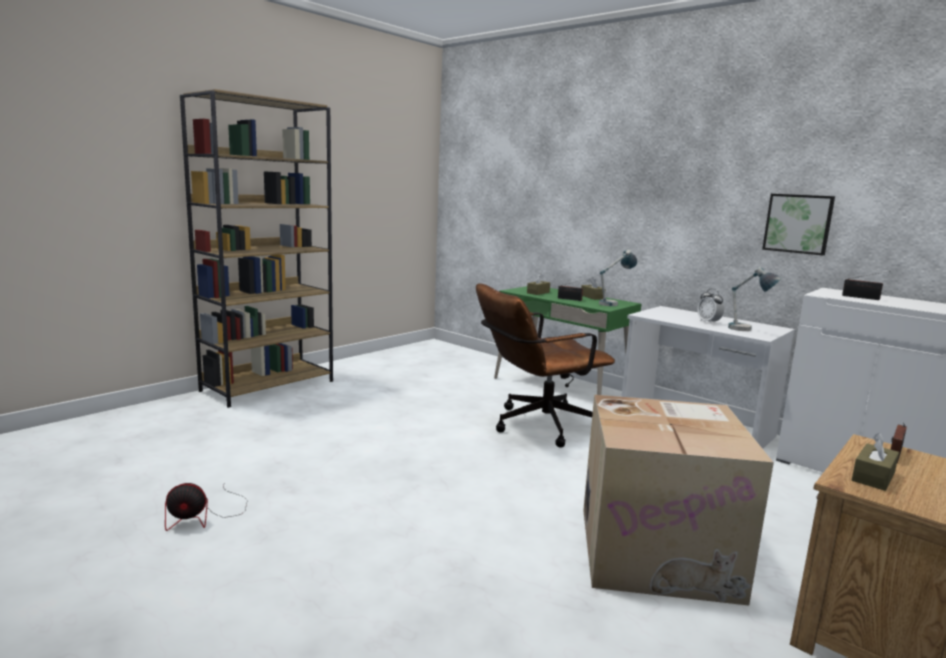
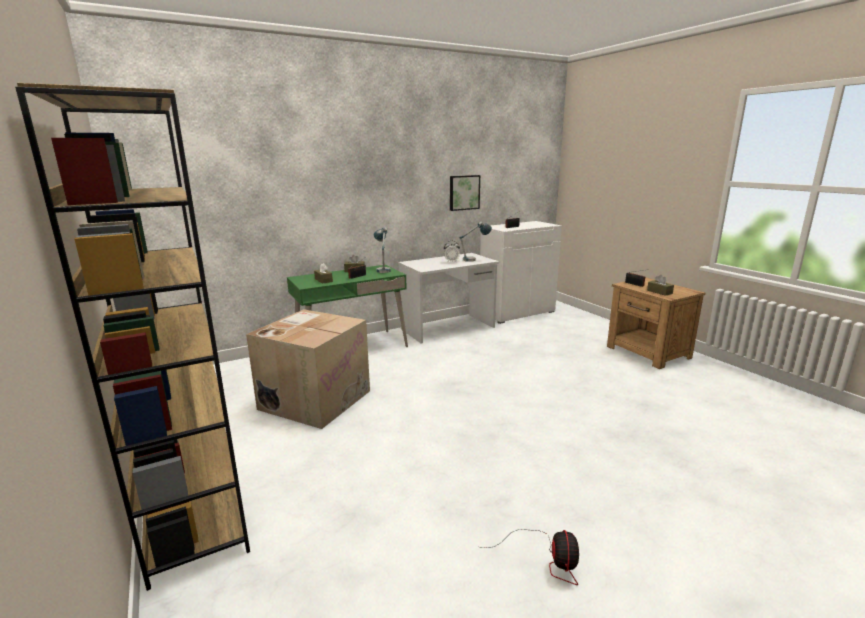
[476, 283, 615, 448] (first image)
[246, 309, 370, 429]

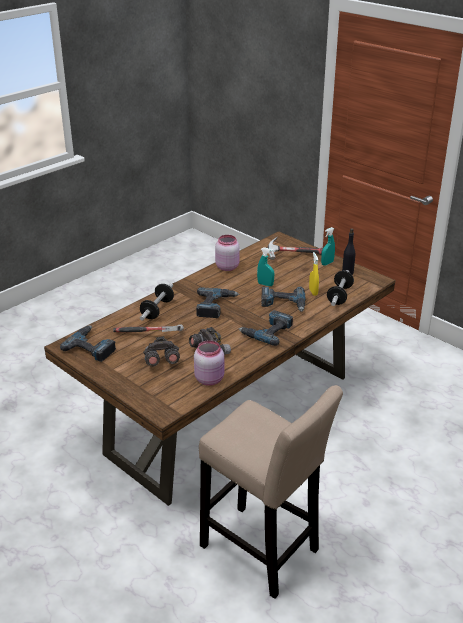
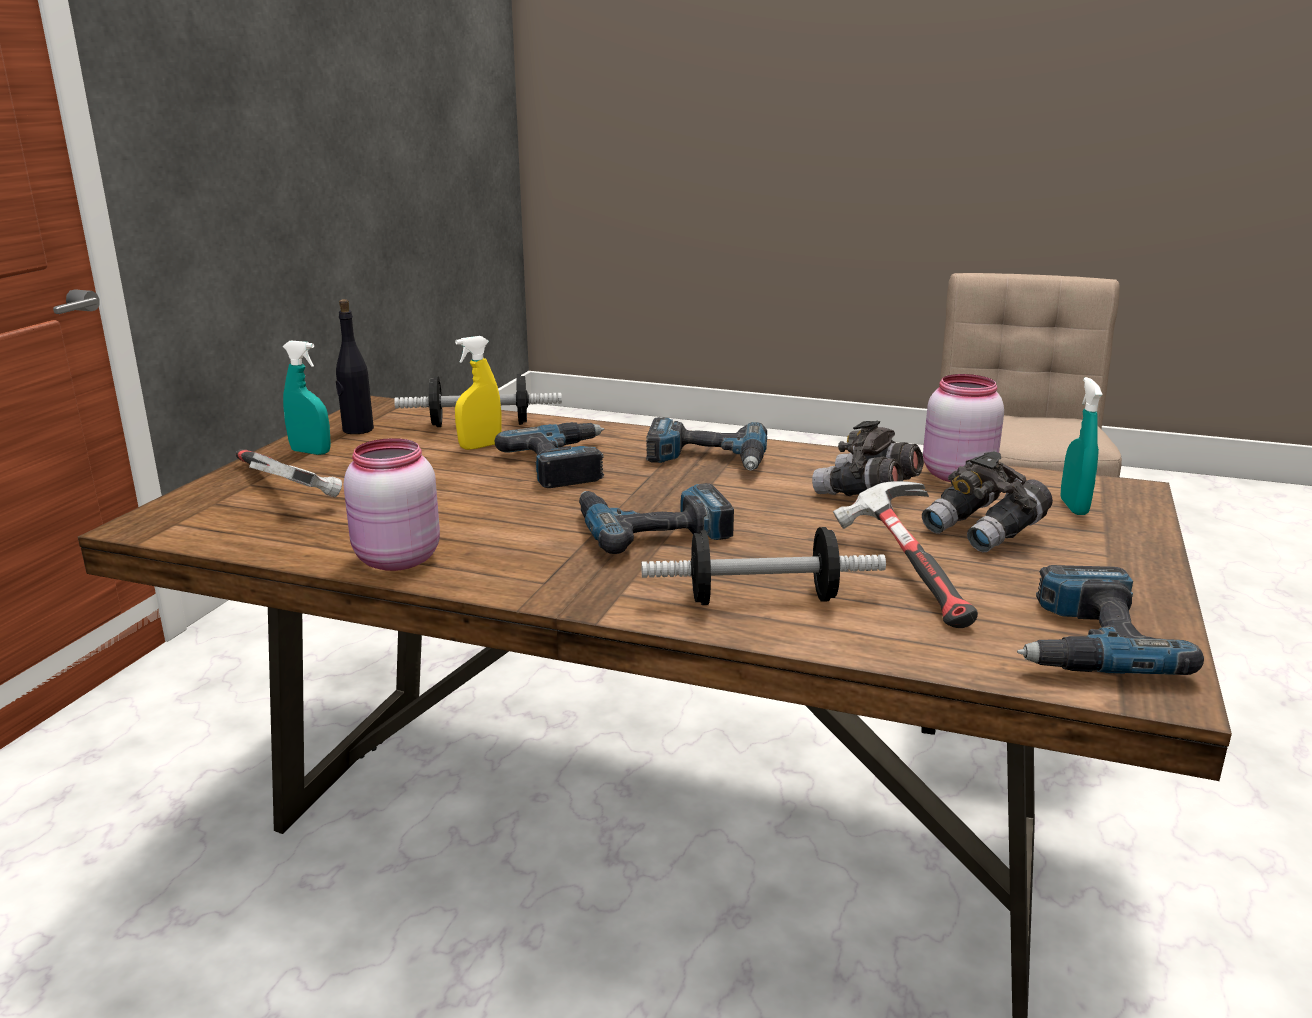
[1060, 377, 1102, 515]

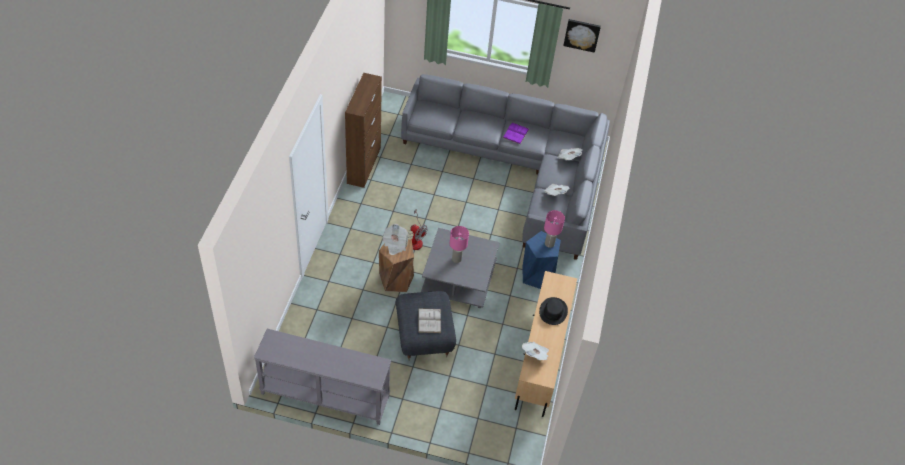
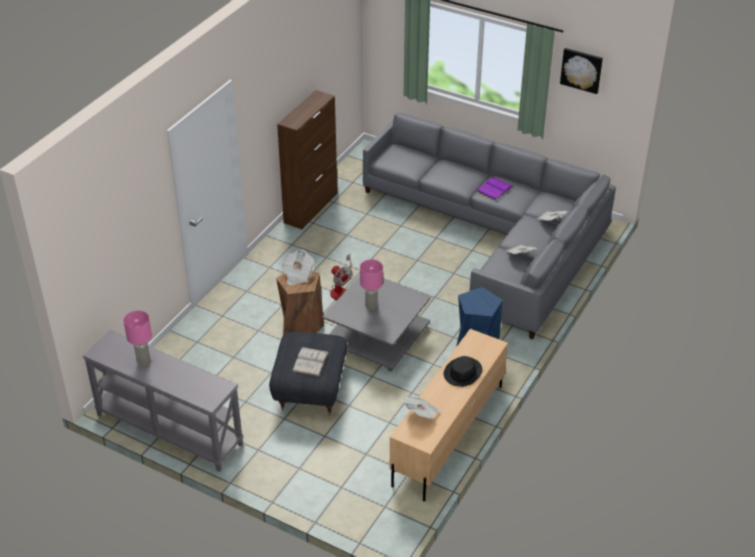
[123, 311, 152, 365]

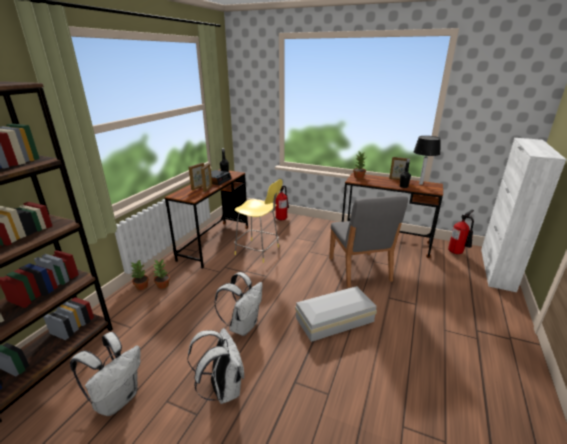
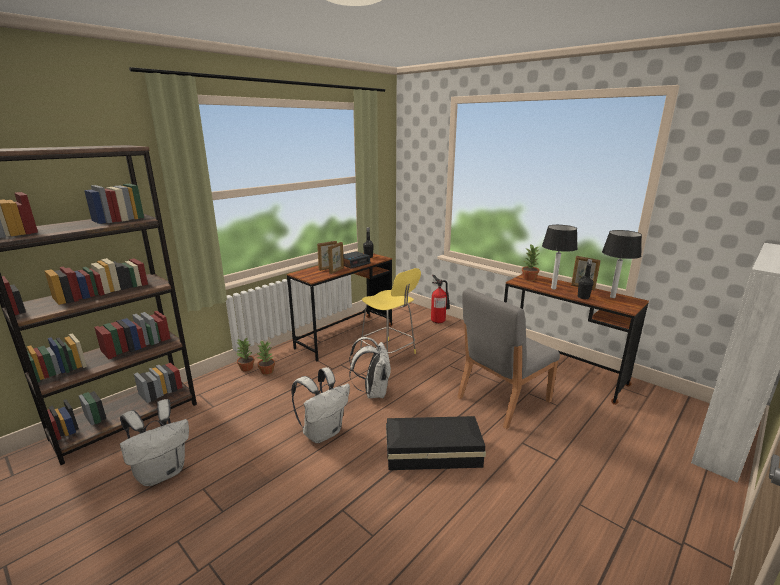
[349, 337, 391, 398]
[386, 416, 486, 470]
[457, 289, 560, 429]
[448, 210, 474, 254] (first image)
[542, 225, 578, 289]

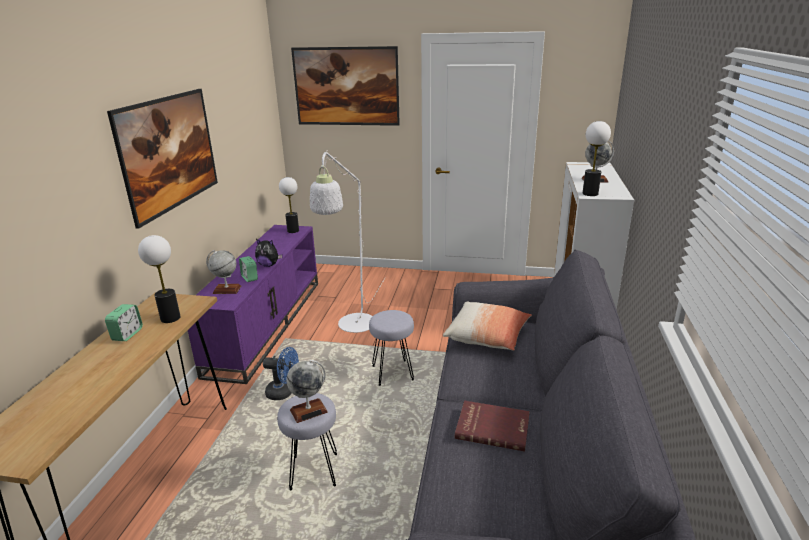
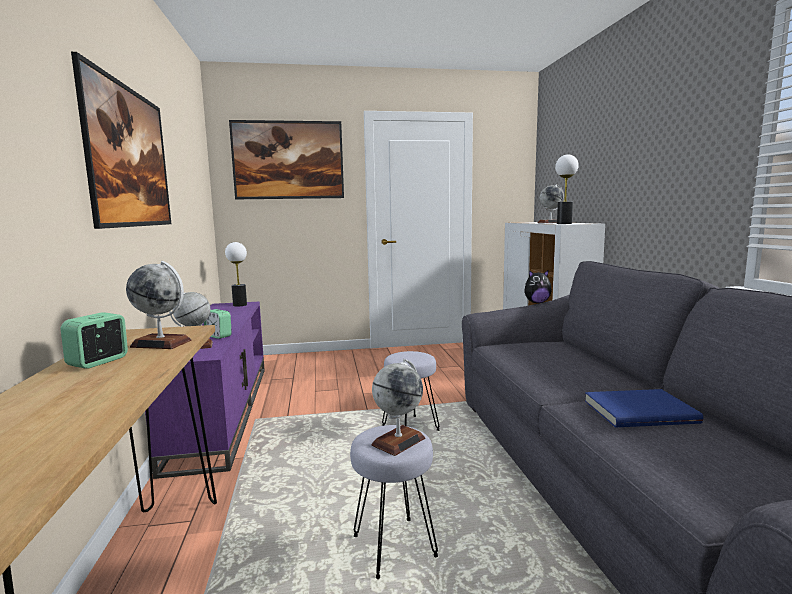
[61, 312, 128, 369]
[126, 261, 191, 349]
[524, 270, 552, 303]
[263, 347, 299, 400] (first image)
[310, 150, 386, 333] (first image)
[443, 301, 532, 351] (first image)
[585, 389, 703, 428]

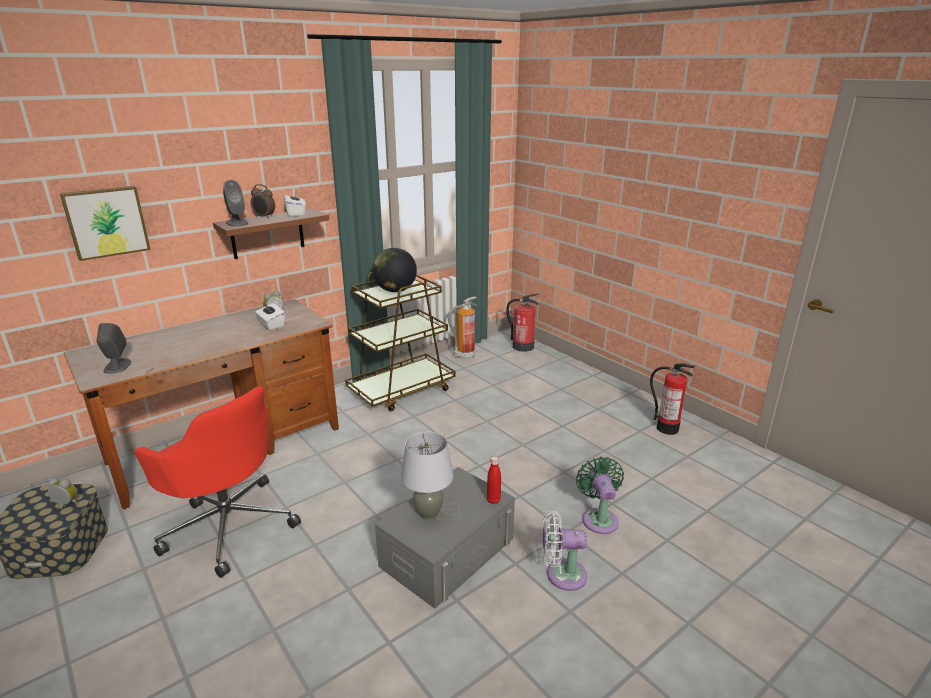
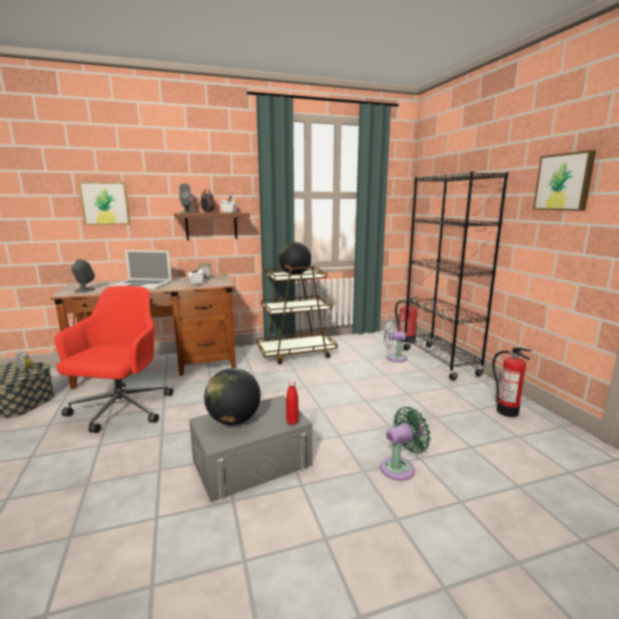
[55, 286, 173, 433]
[204, 368, 261, 425]
[448, 296, 478, 359] (first image)
[383, 322, 407, 362]
[380, 407, 431, 481]
[109, 250, 172, 289]
[403, 172, 508, 380]
[533, 150, 596, 211]

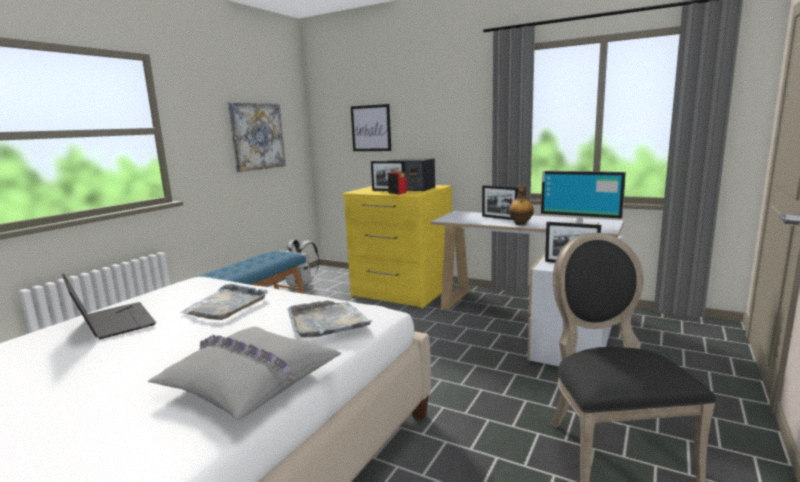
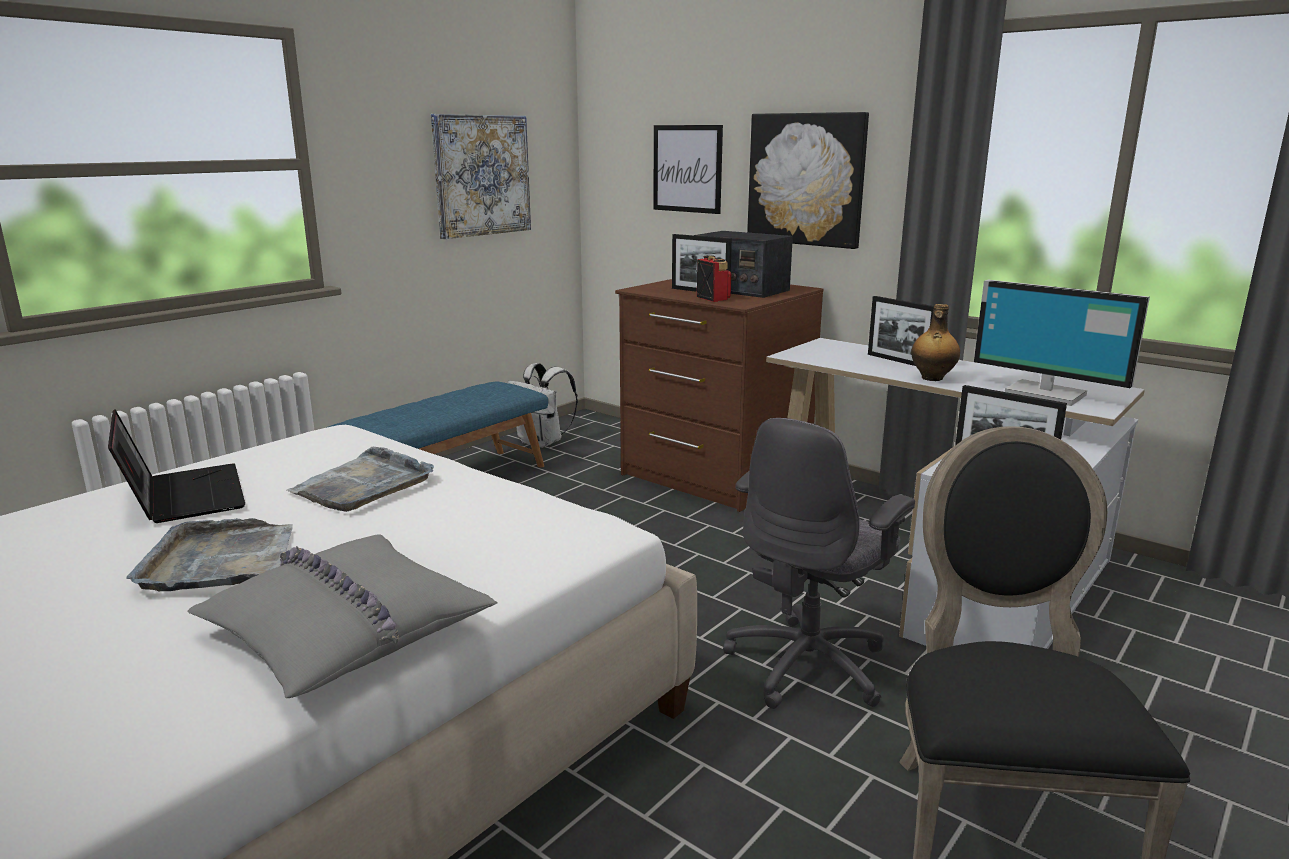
[126, 518, 293, 591]
[615, 279, 824, 512]
[723, 418, 915, 709]
[747, 112, 869, 249]

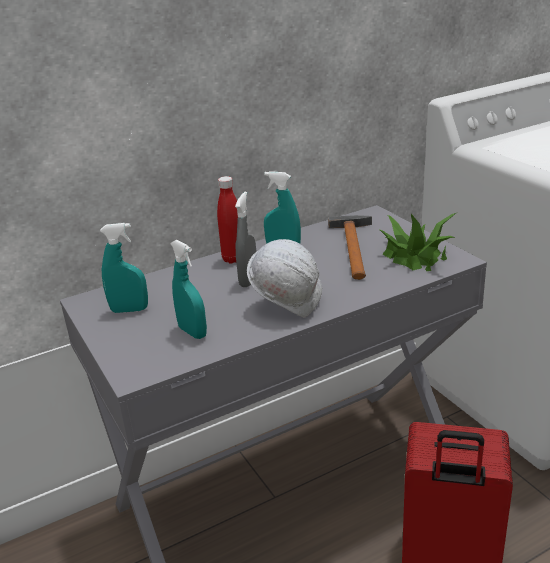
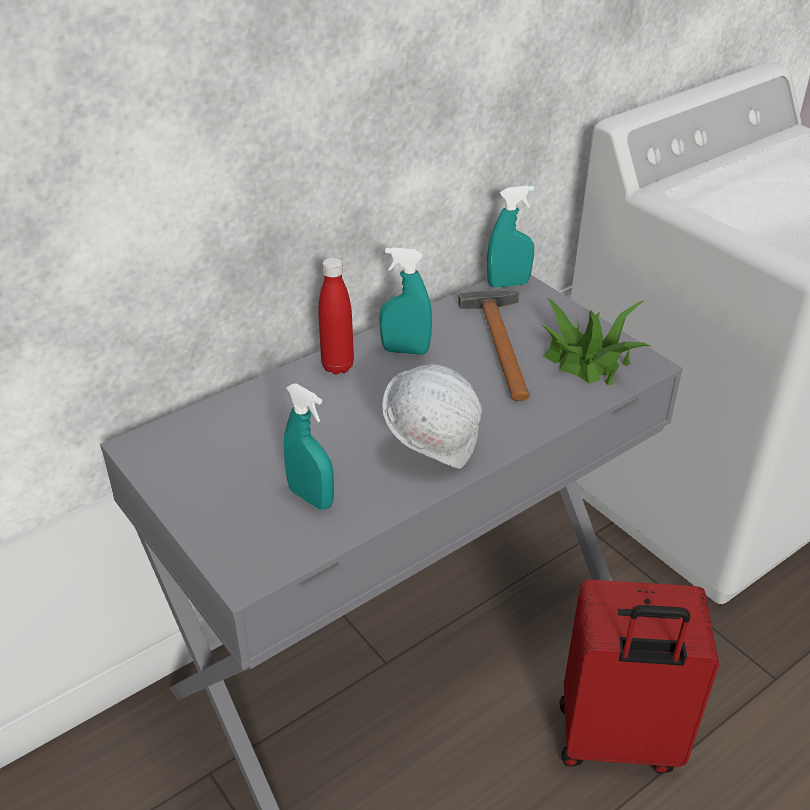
[487, 185, 534, 288]
[235, 192, 257, 287] (first image)

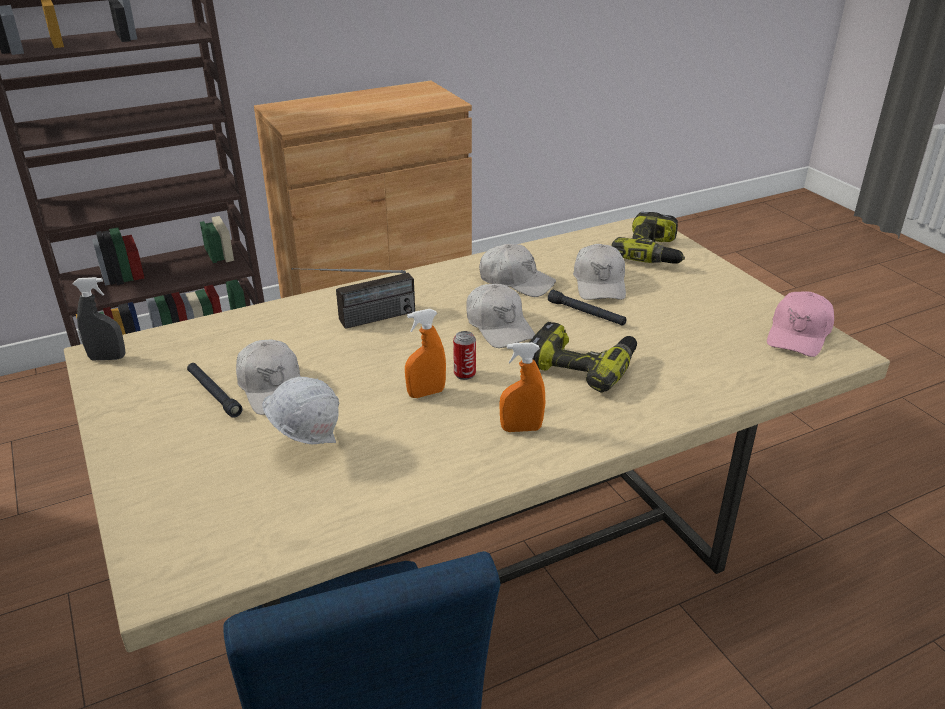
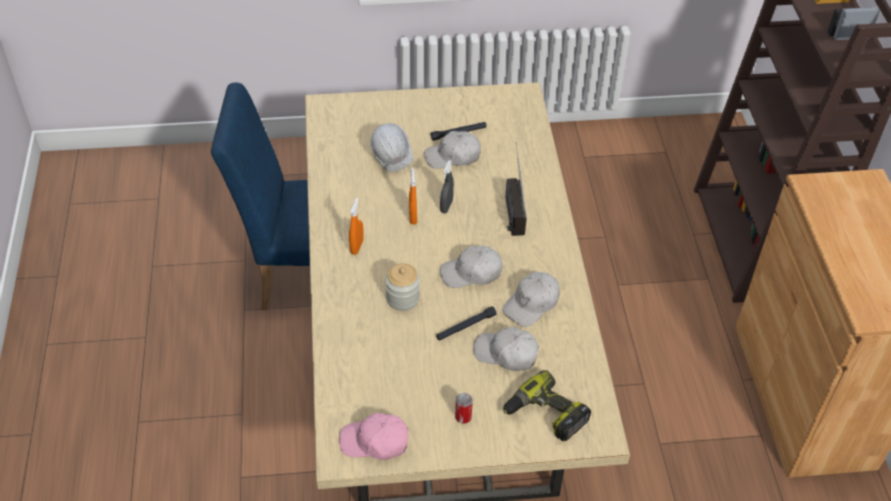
[440, 160, 454, 213]
[455, 393, 473, 424]
[385, 263, 420, 311]
[339, 413, 409, 460]

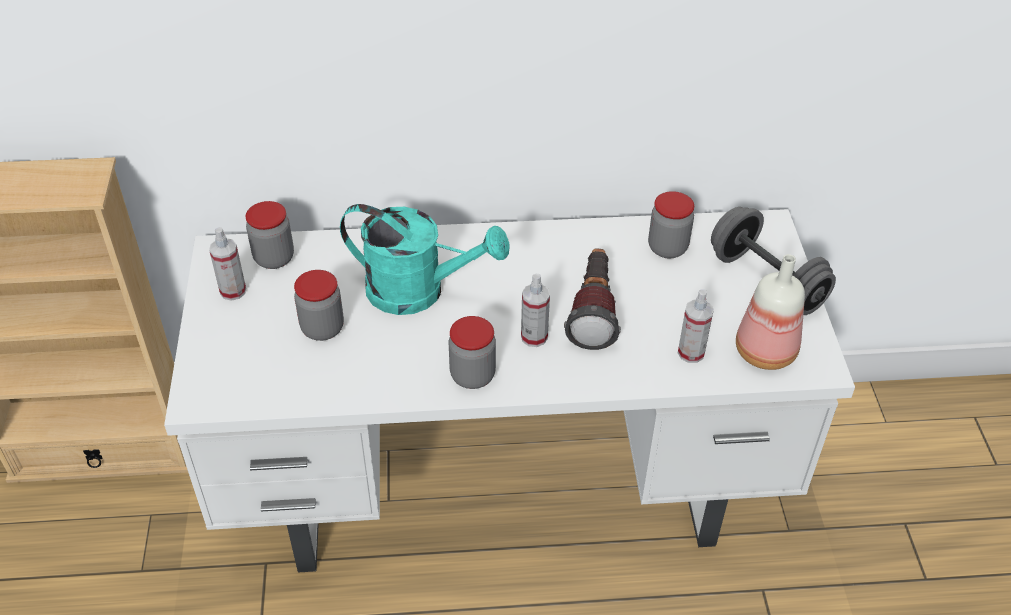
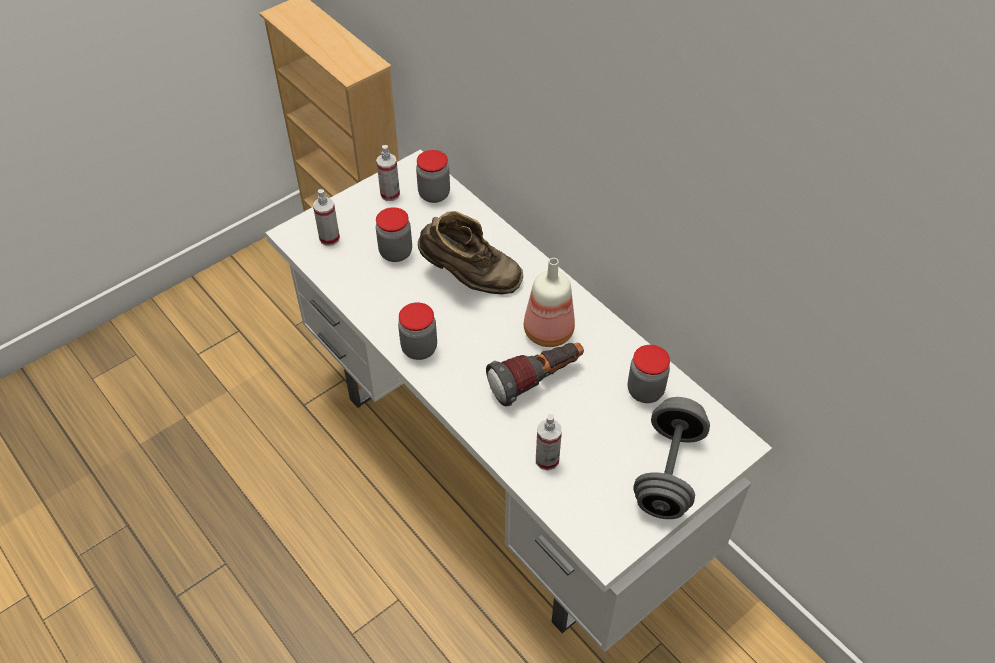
[418, 211, 523, 294]
[313, 189, 340, 246]
[524, 258, 575, 347]

